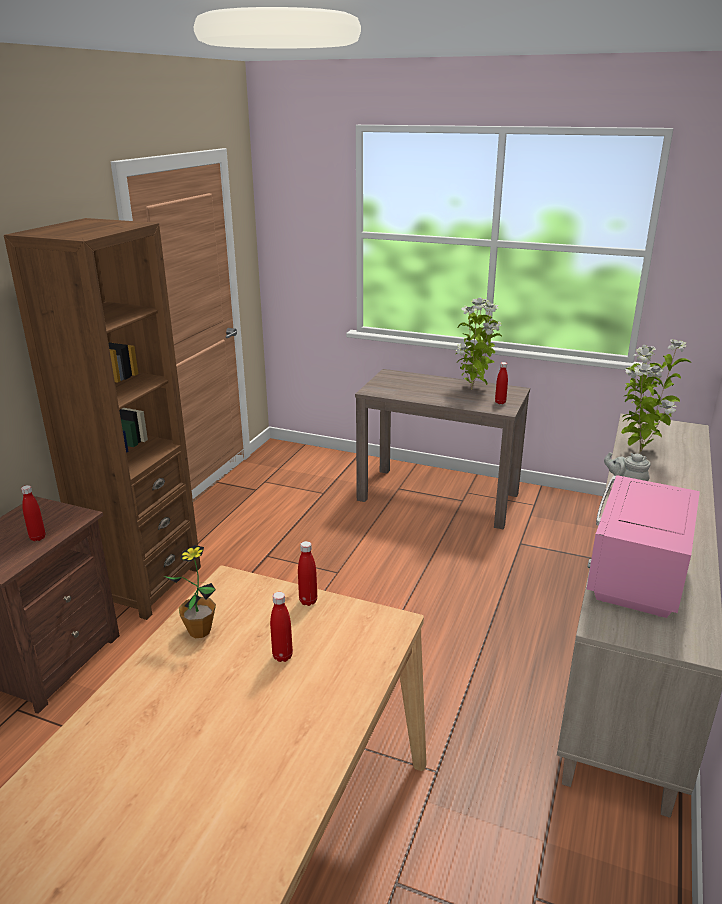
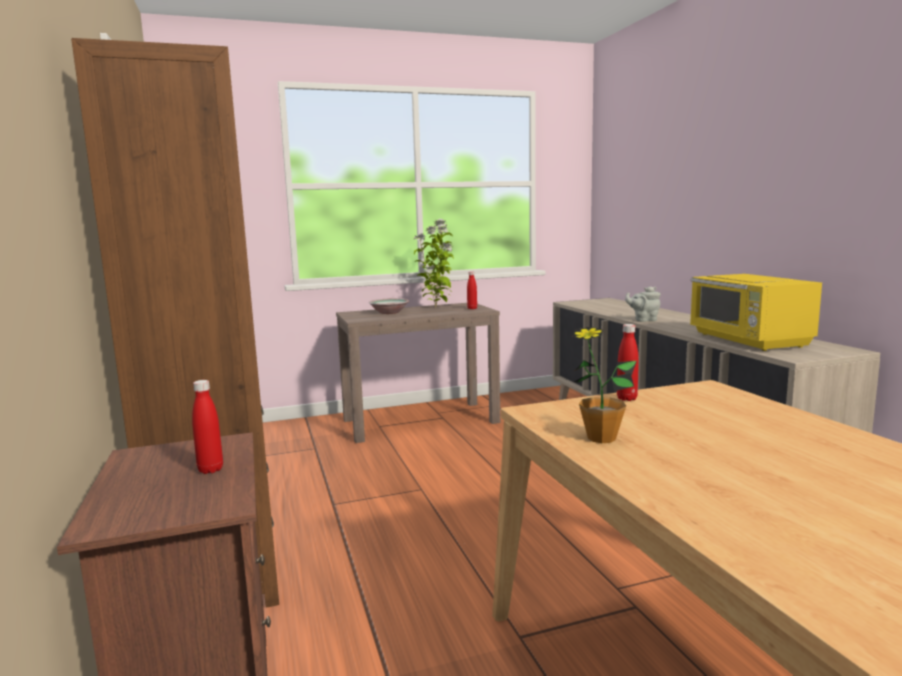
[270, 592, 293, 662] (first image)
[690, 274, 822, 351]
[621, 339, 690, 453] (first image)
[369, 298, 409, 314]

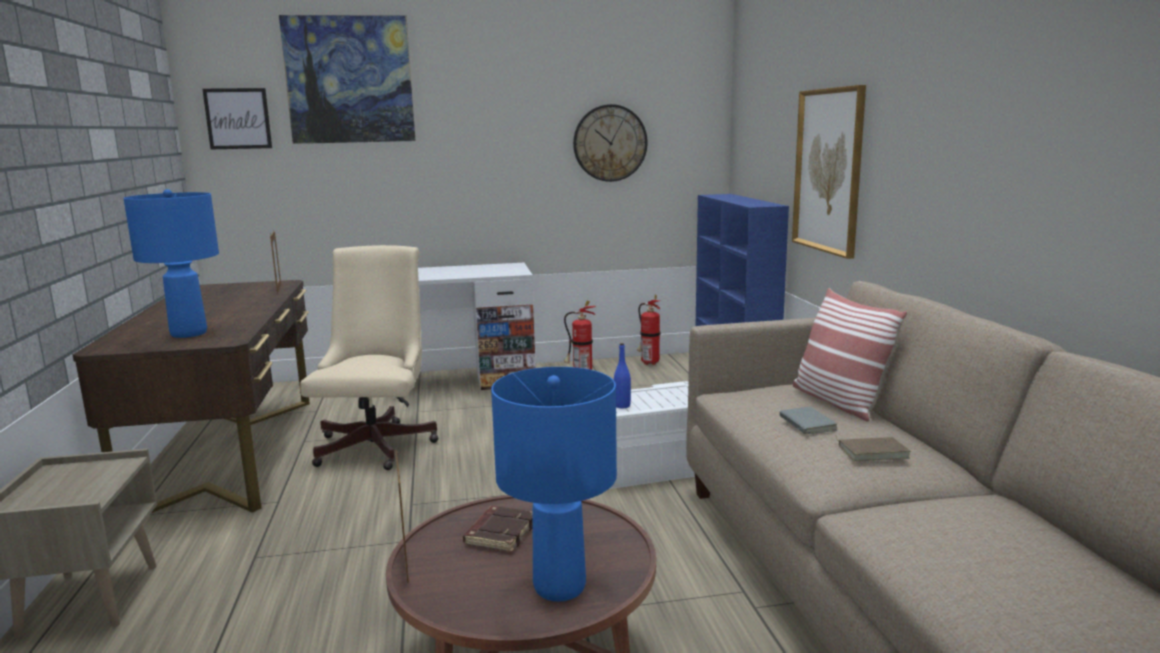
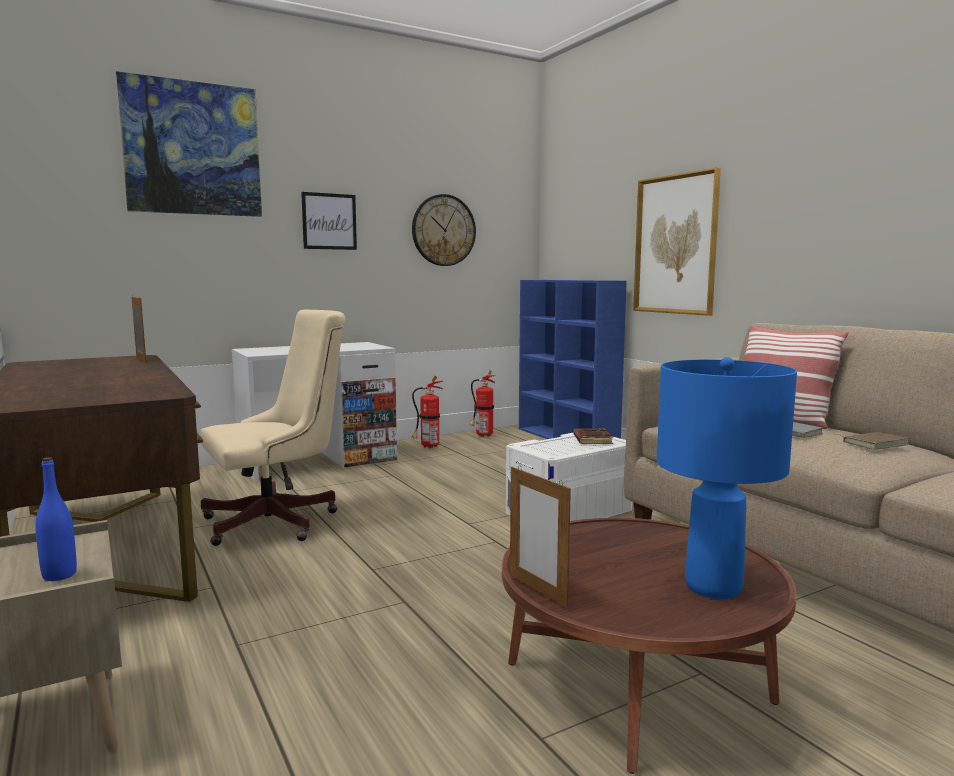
[123, 189, 219, 338] (first image)
[301, 192, 357, 250]
[200, 310, 346, 546]
[573, 428, 613, 444]
[35, 457, 77, 581]

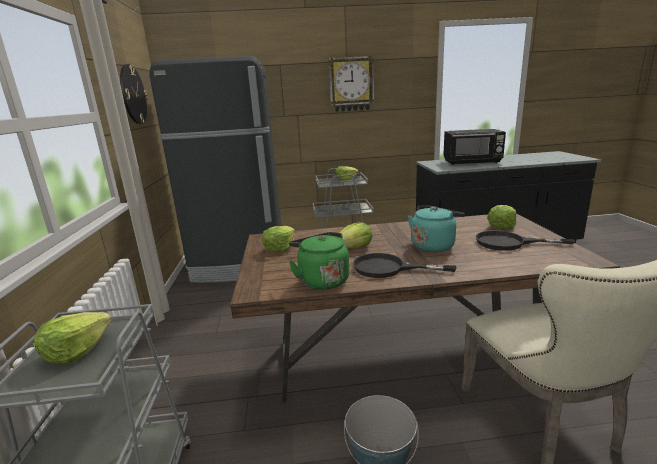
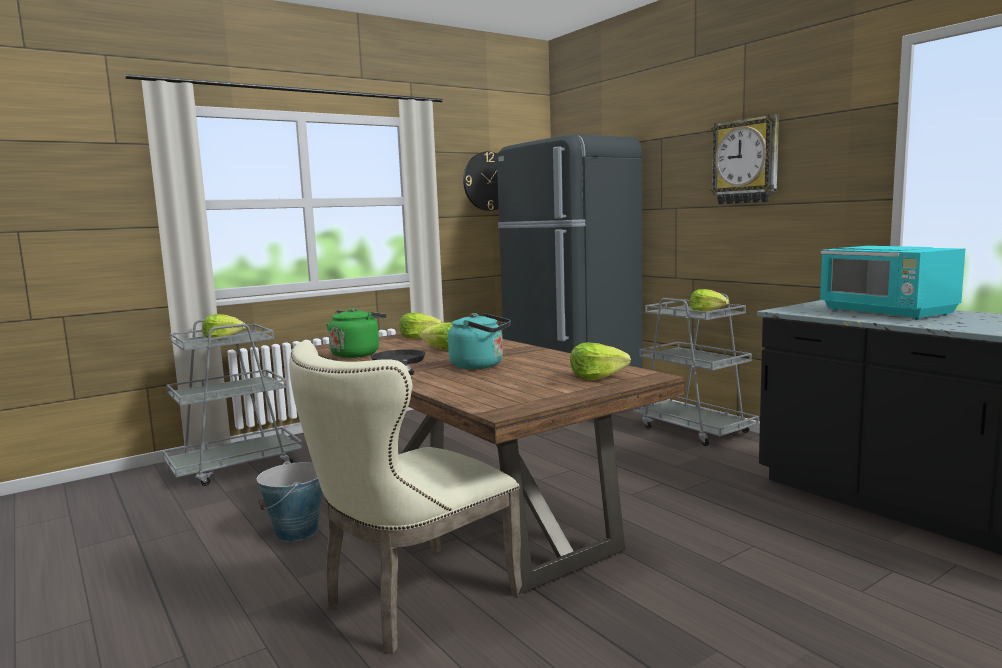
[820, 246, 965, 320]
[476, 230, 575, 251] (first image)

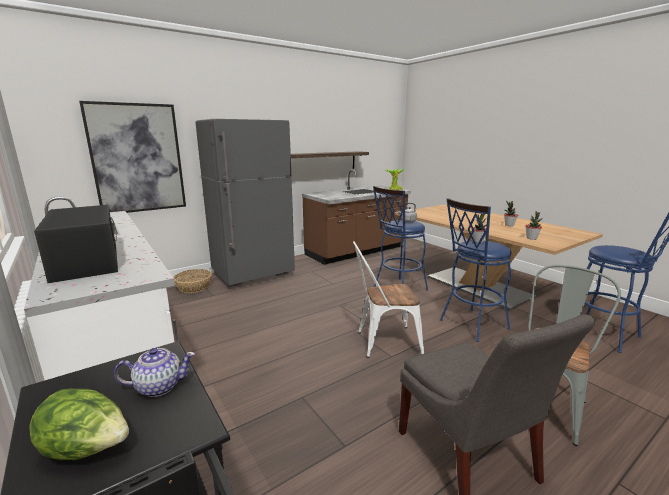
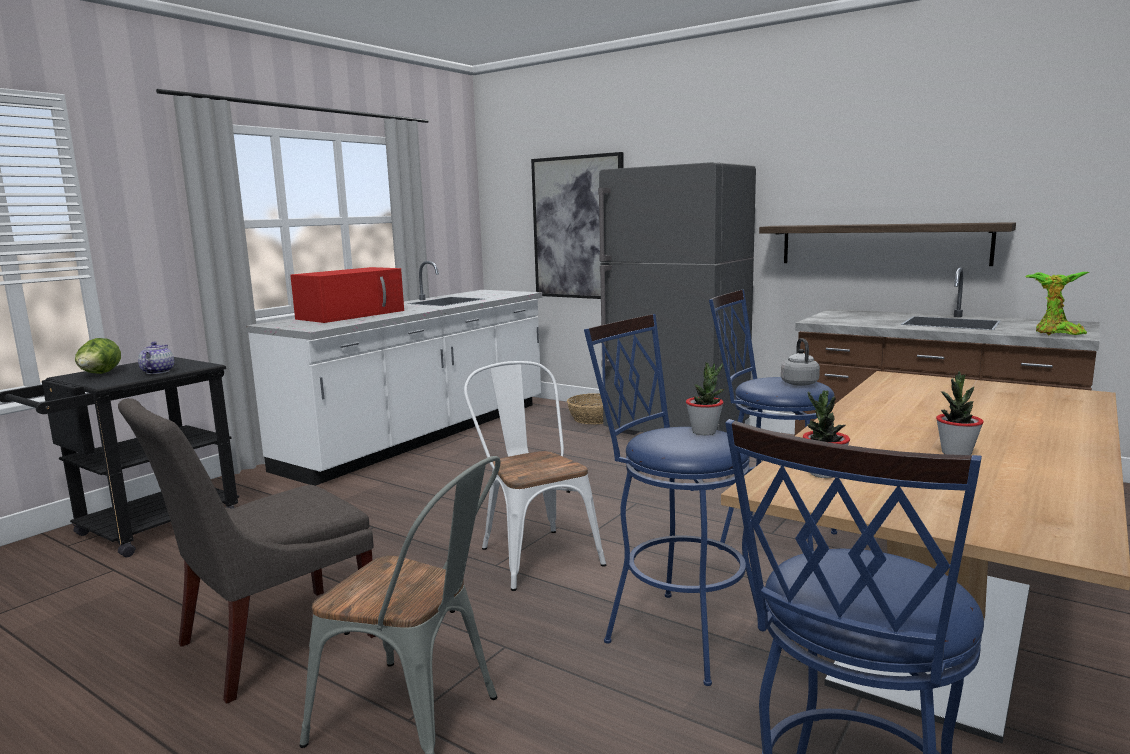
[290, 267, 404, 323]
[138, 342, 174, 374]

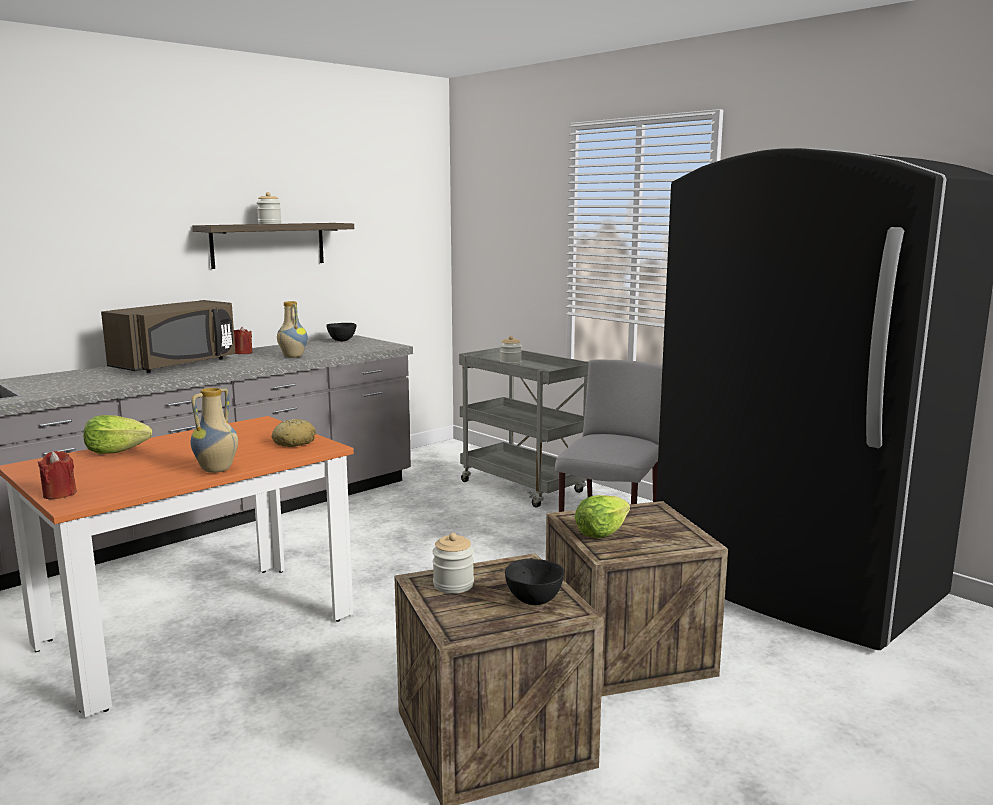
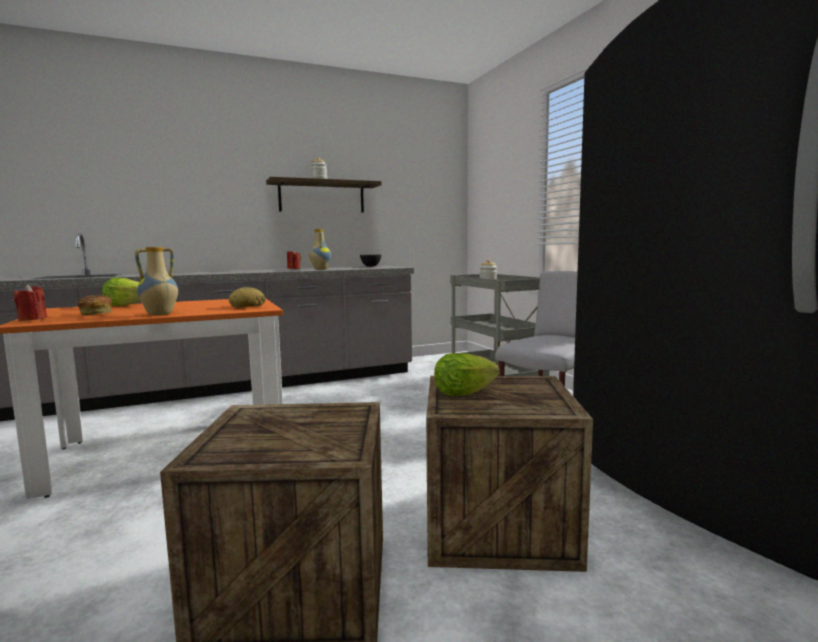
[101, 300, 236, 373] (first image)
[432, 533, 474, 594] (first image)
[505, 559, 564, 605] (first image)
[78, 295, 113, 316]

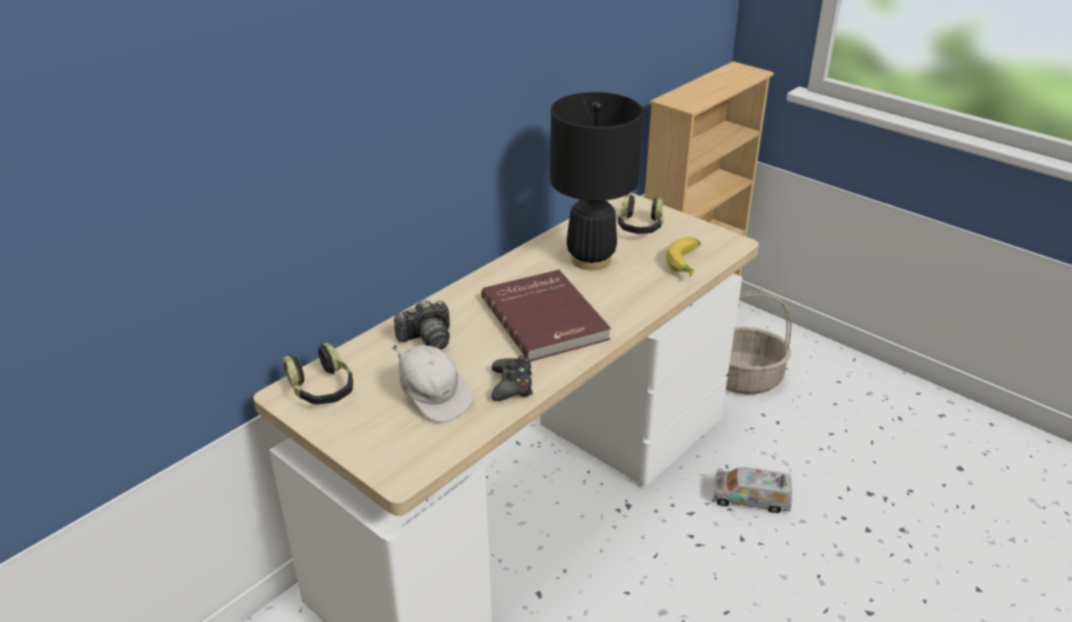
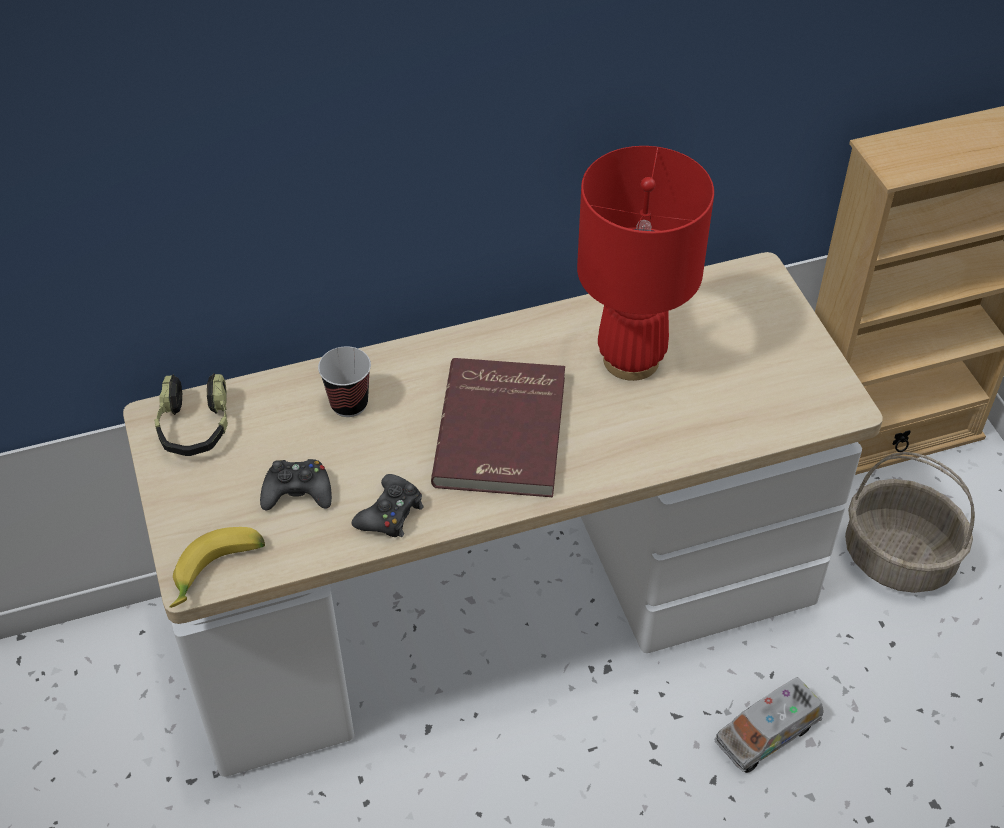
[260, 459, 332, 510]
[318, 346, 371, 417]
[577, 146, 714, 381]
[617, 194, 664, 234] (first image)
[169, 527, 265, 608]
[714, 677, 824, 773]

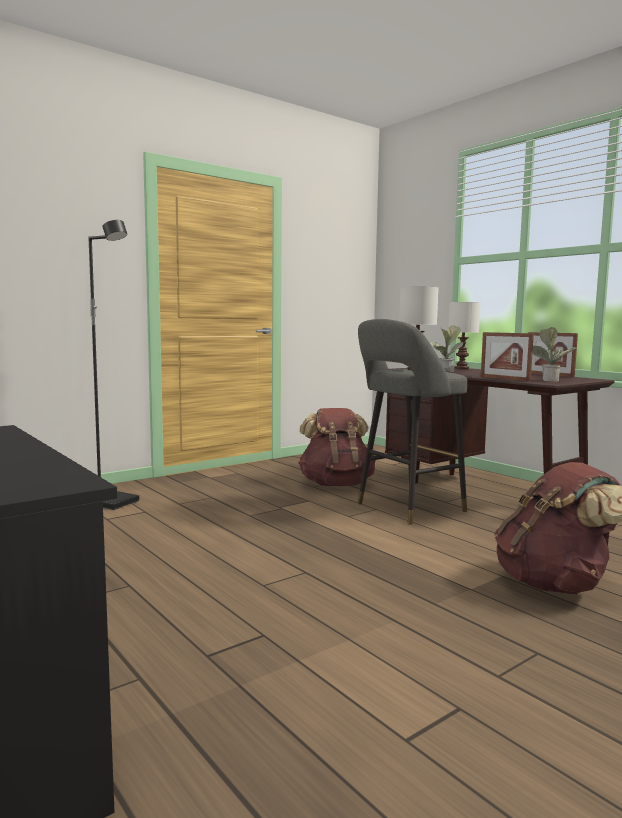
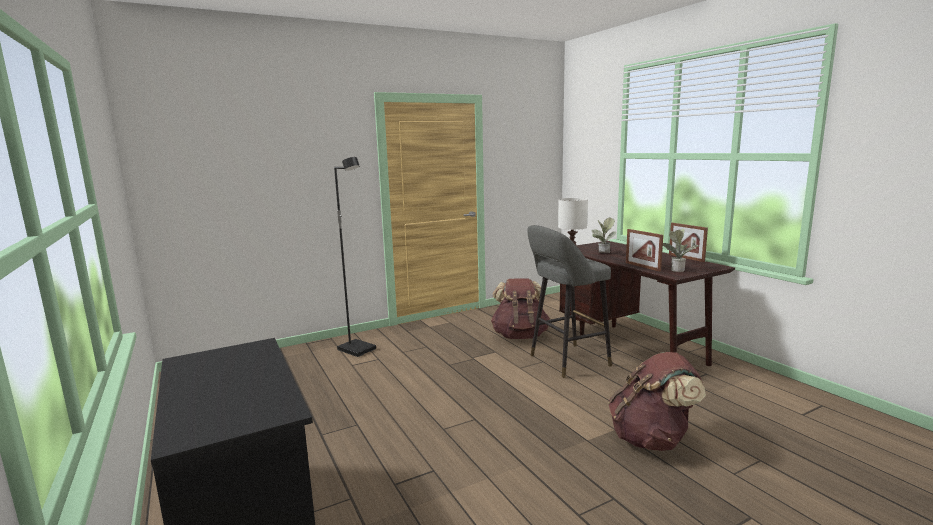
[448, 302, 481, 369] (first image)

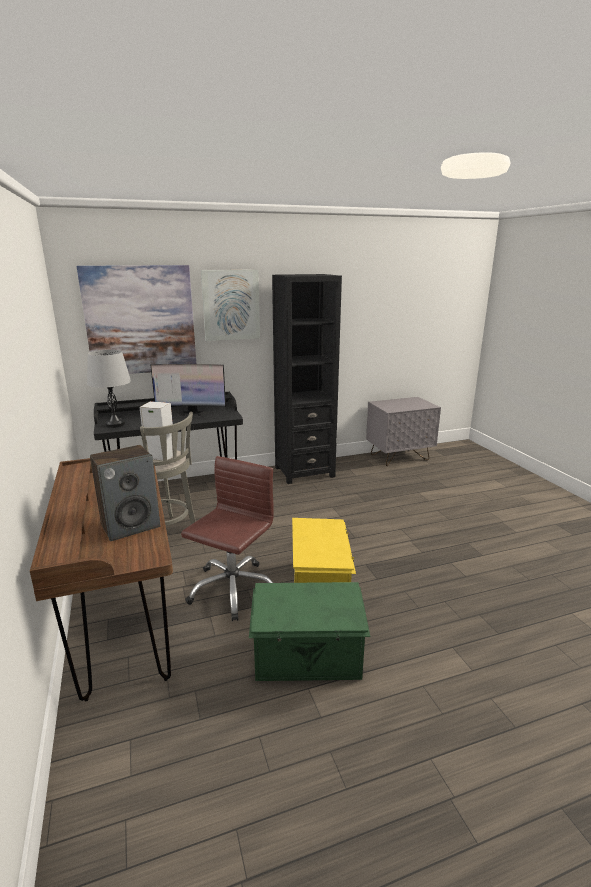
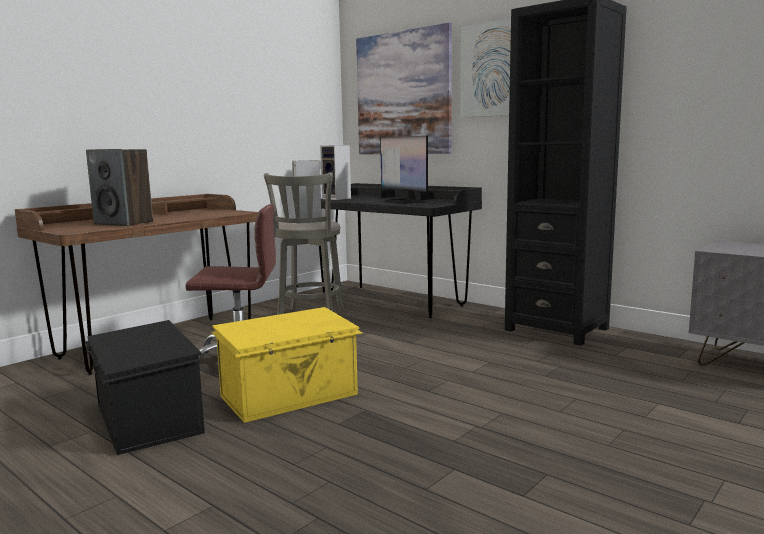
[320, 145, 351, 200]
[85, 320, 205, 455]

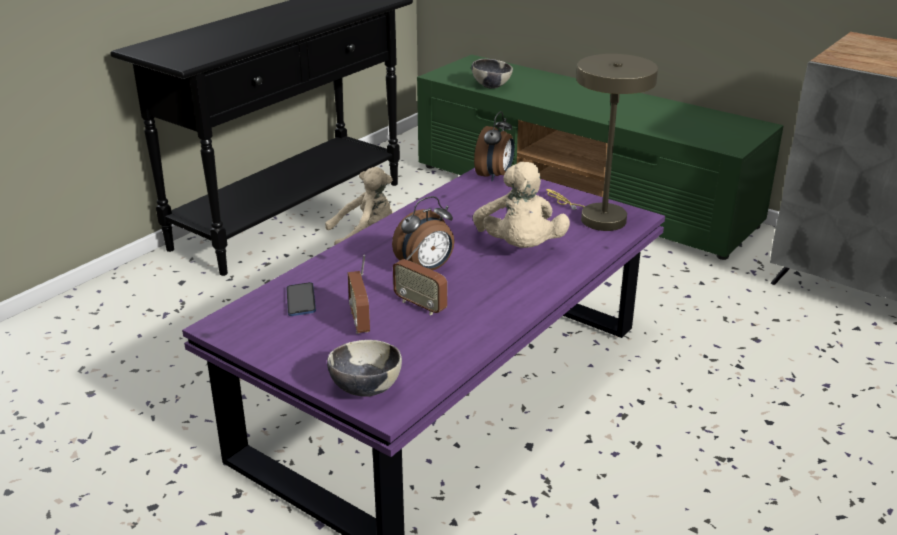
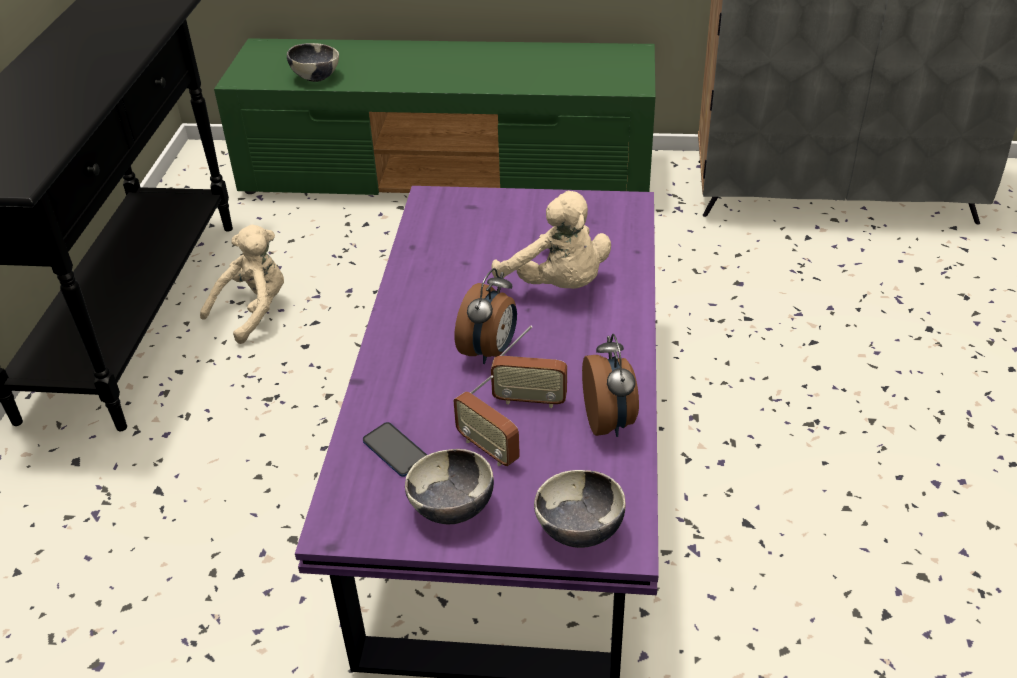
[582, 334, 639, 437]
[546, 54, 658, 231] (first image)
[405, 449, 494, 524]

